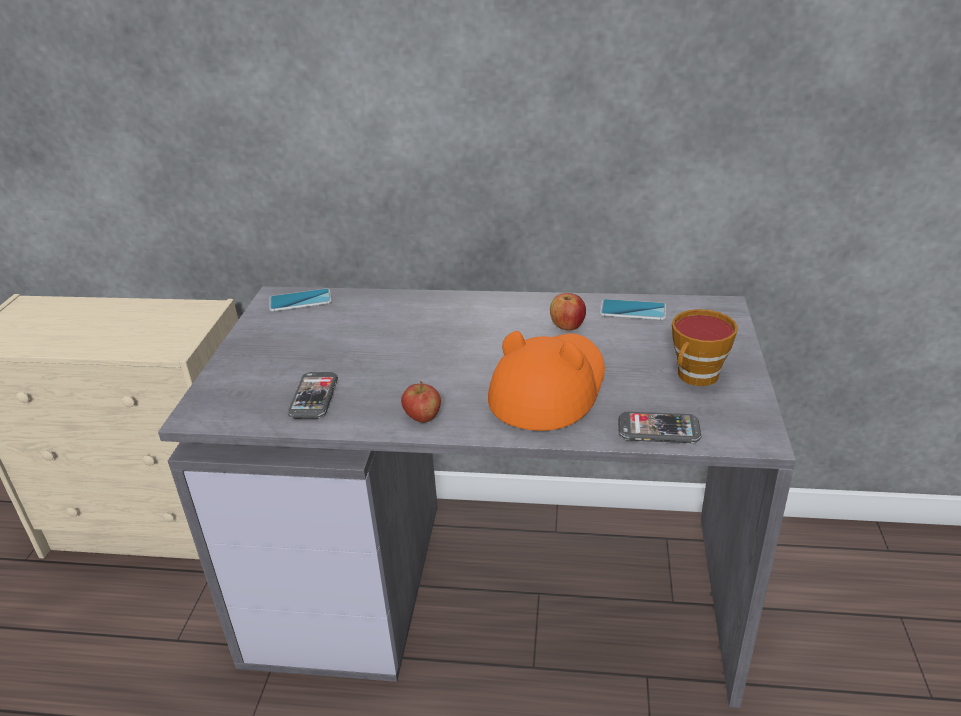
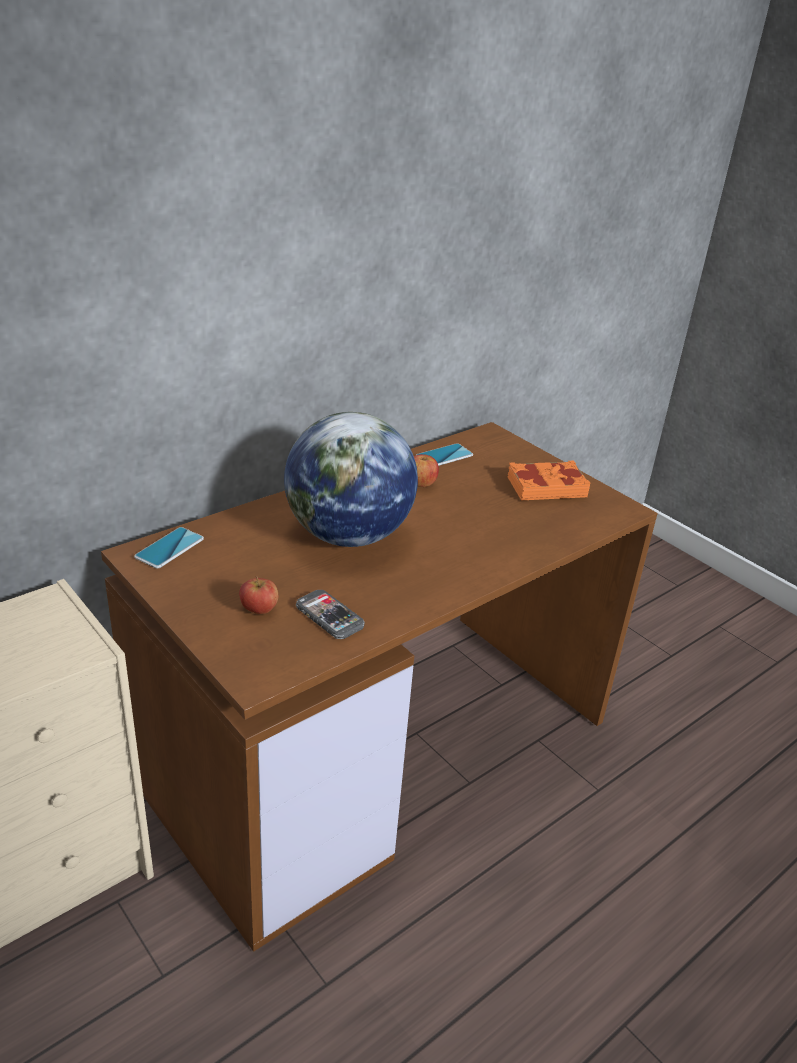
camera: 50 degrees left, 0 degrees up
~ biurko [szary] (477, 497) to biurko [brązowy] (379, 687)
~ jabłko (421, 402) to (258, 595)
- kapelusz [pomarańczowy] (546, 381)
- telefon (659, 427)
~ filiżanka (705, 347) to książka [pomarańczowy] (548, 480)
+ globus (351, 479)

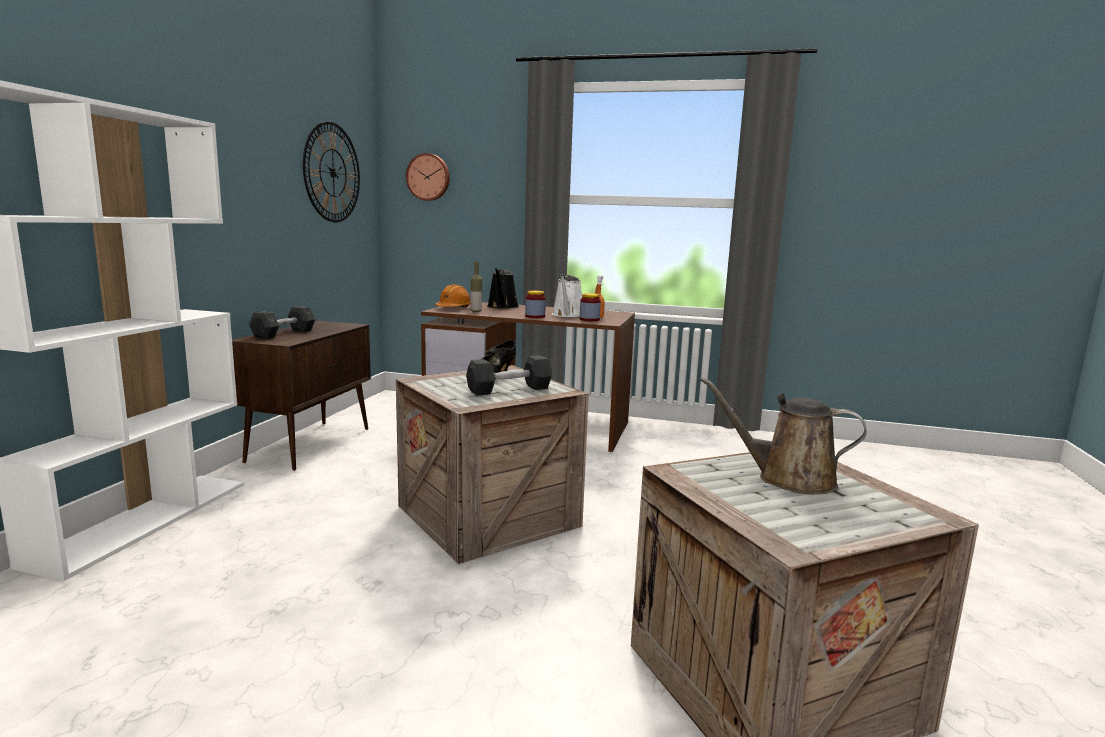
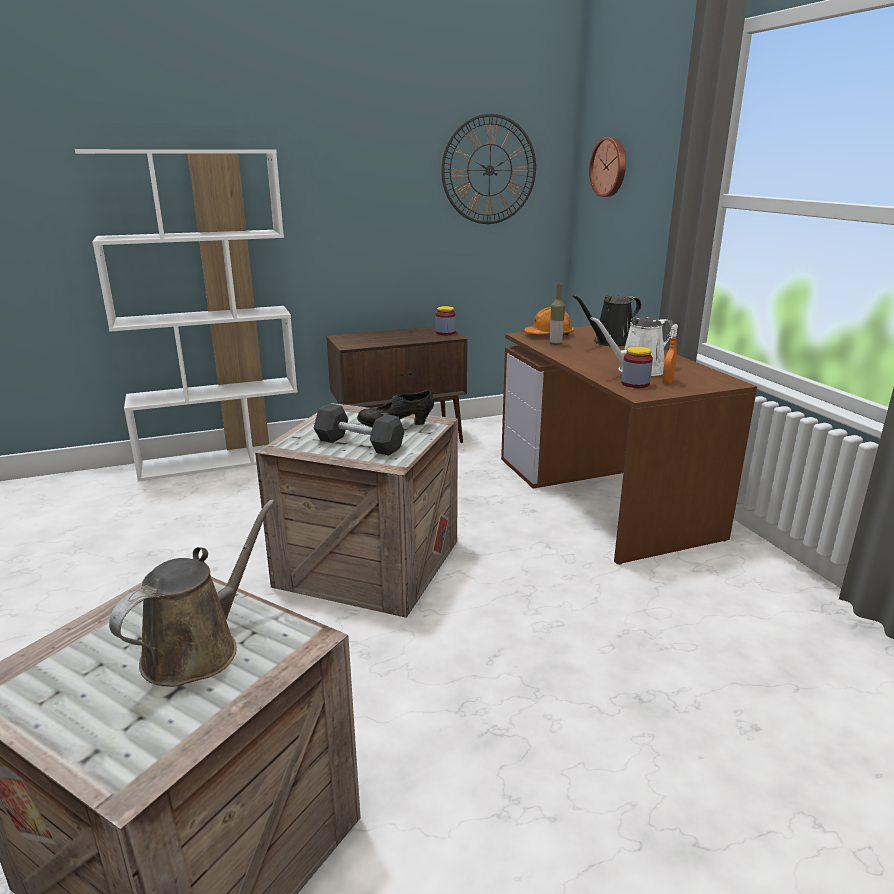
camera: 55 degrees right, 10 degrees up
- hantel [szary] (282, 322)
~ słoik (535, 304) to (445, 320)
~ konewka [brązowy] (783, 436) = (192, 593) 45 degrees clockwise

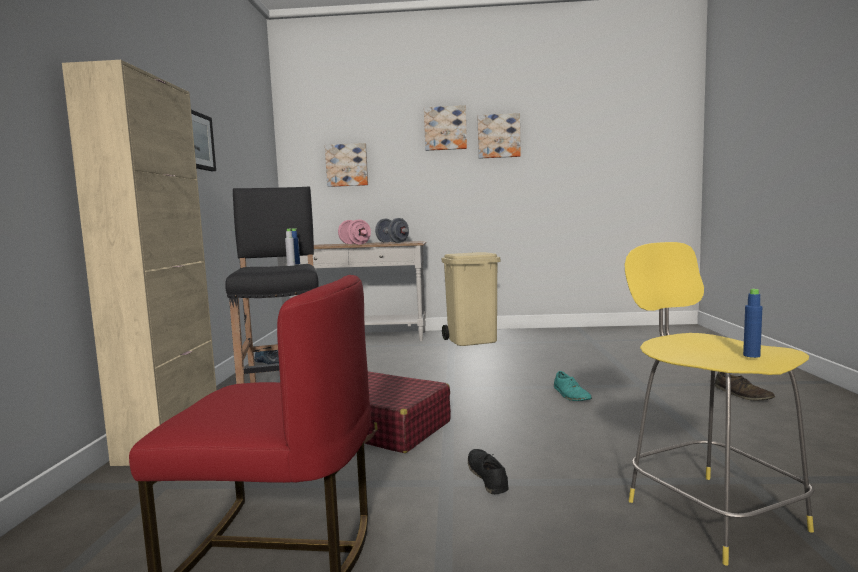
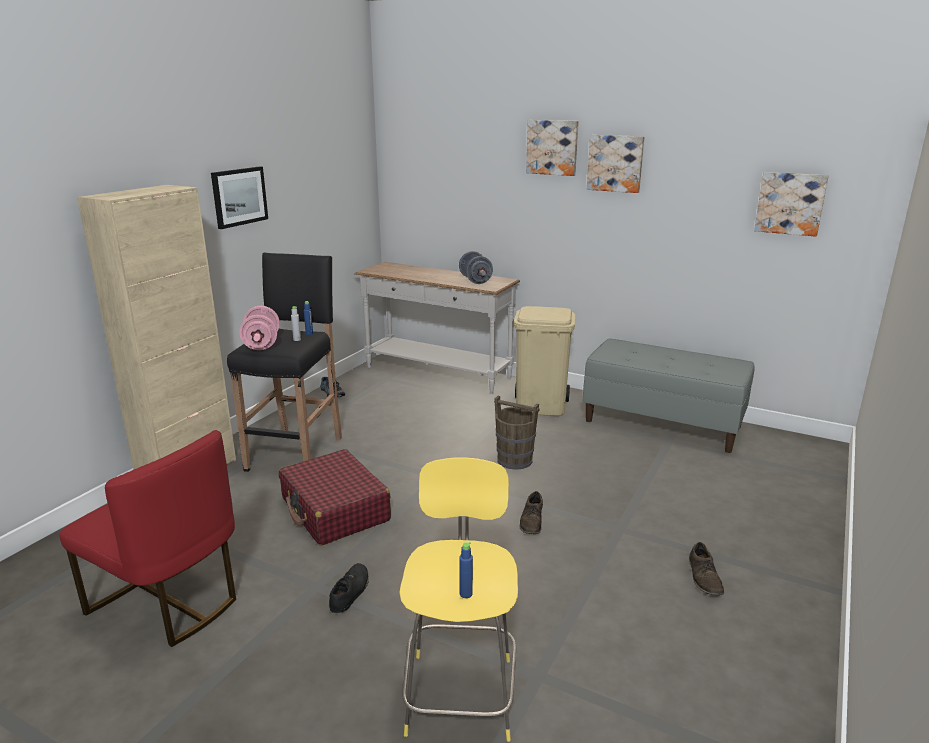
camera: 25 degrees right, 15 degrees up
~ obraz (346, 165) to (791, 204)
~ hantel [różowy] (354, 231) to (259, 328)
~ but [turkusowy] (573, 386) to but [brązowy] (531, 512)
+ wiadro [brązowy] (516, 433)
+ ławka [szary] (668, 395)

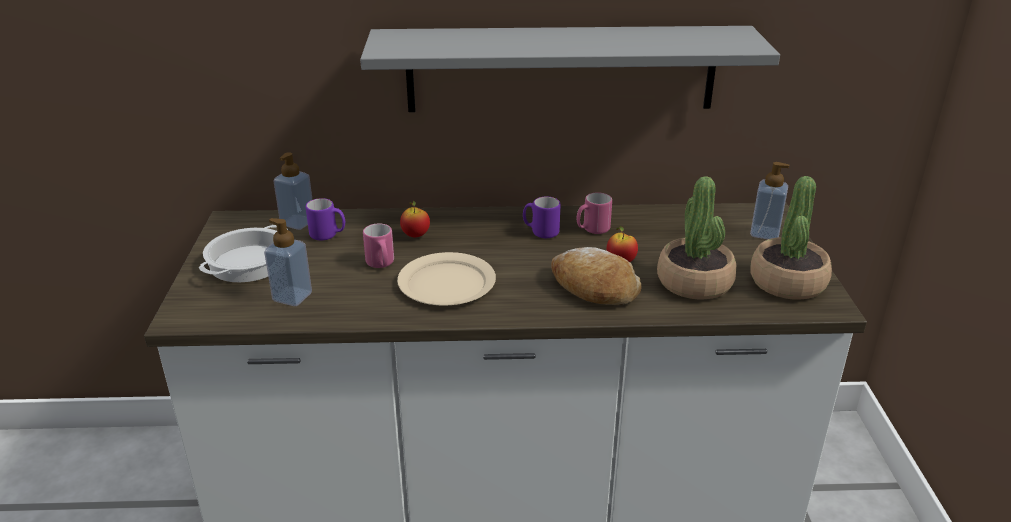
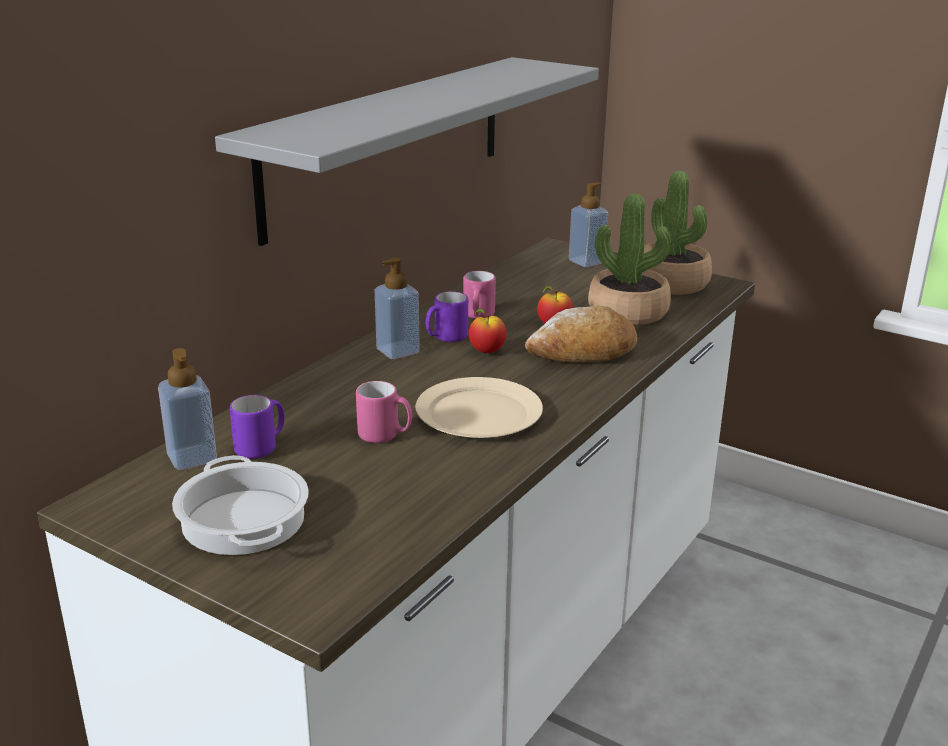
camera: 55 degrees left, 5 degrees down
~ dozownik mydła (288, 262) to (397, 308)
~ jabłko (415, 219) to (488, 331)

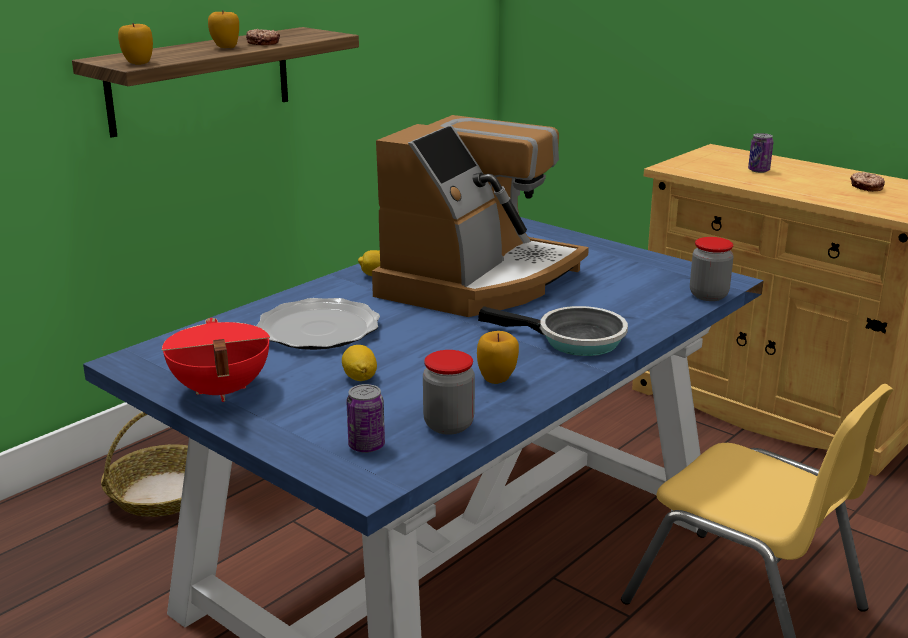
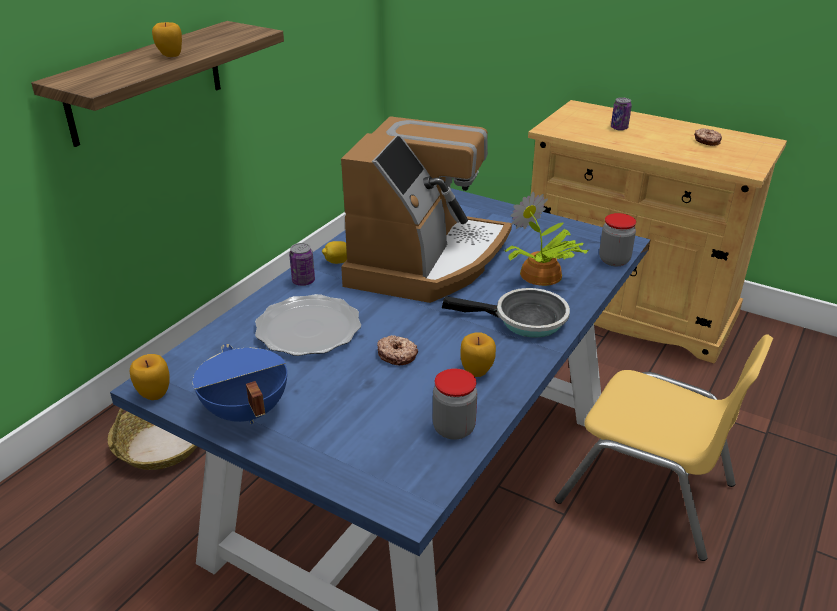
camera: 10 degrees left, 10 degrees up
~ jabłko (135, 44) to (150, 377)
~ garnek [czerwony] (216, 360) to garnek [niebieski] (240, 384)
~ donut (263, 37) to (397, 350)
- cytryna (359, 363)
~ puszka (365, 418) to (302, 264)
+ roślina doniczkowa (547, 239)

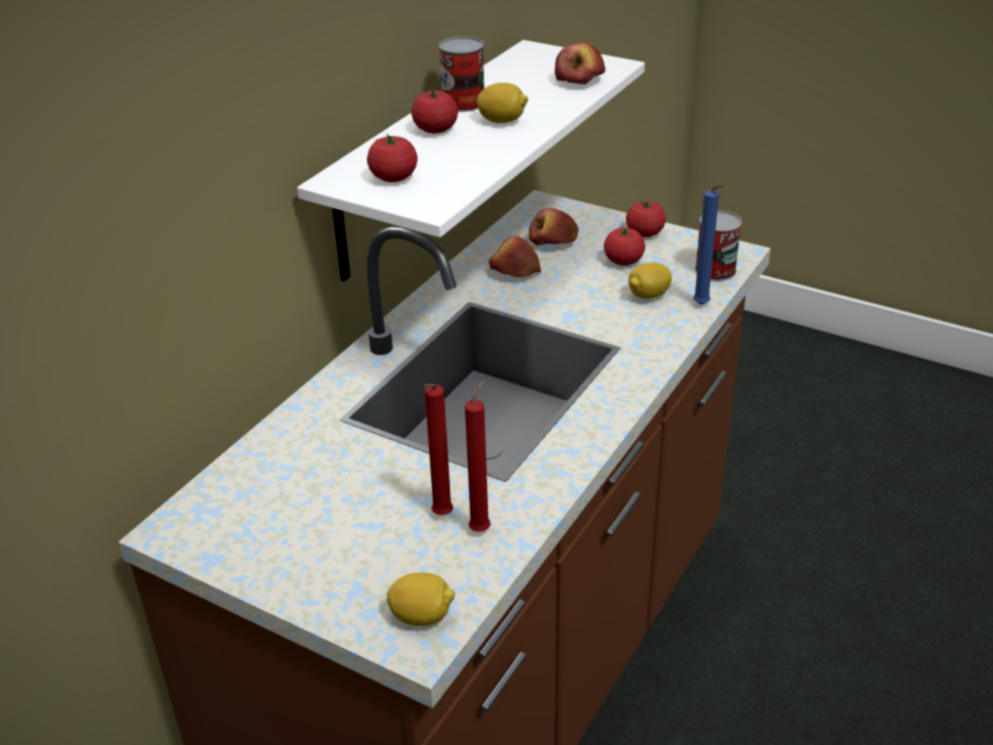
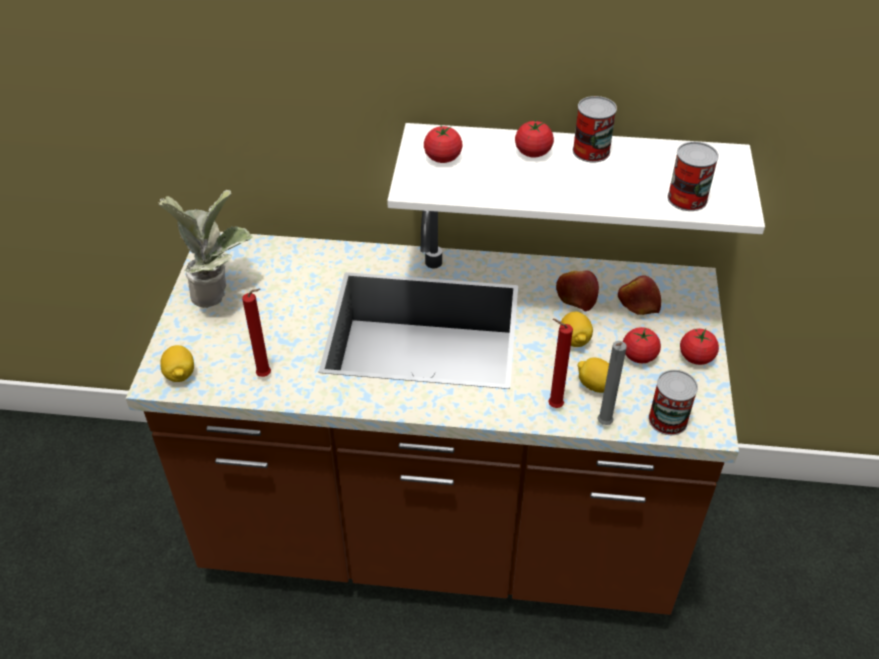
camera: 65 degrees right, 10 degrees up
~ świeca [czerwony] (438, 449) to (560, 363)
~ cytryna (502, 103) to (576, 329)
~ jabłko (580, 64) to puszka (693, 176)
~ świeca [niebieski] (709, 245) to świeca [szary] (612, 383)
+ roślina doniczkowa (206, 249)

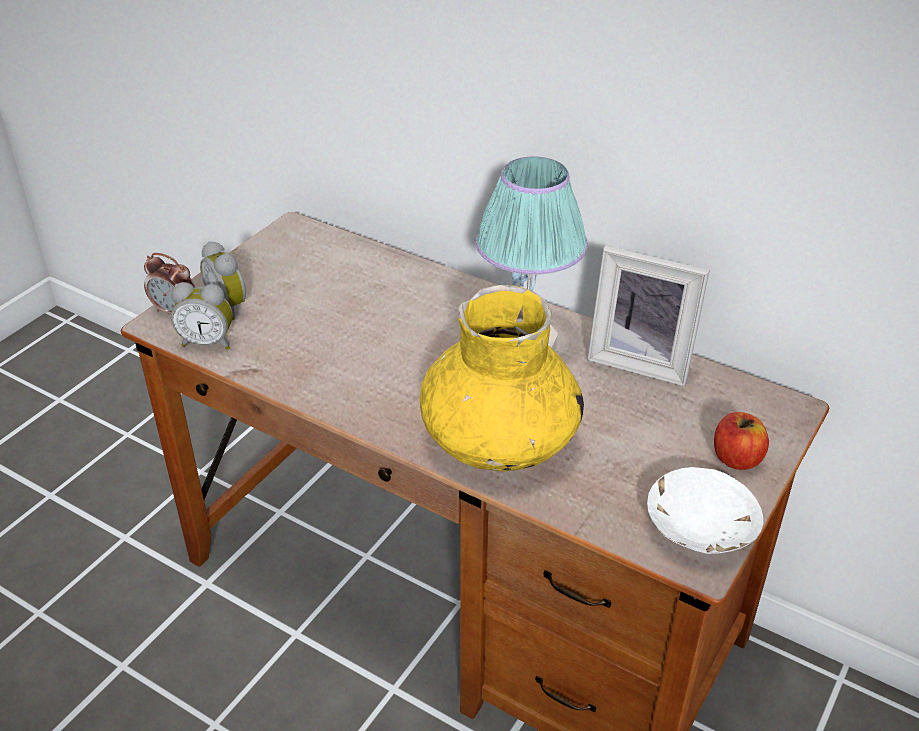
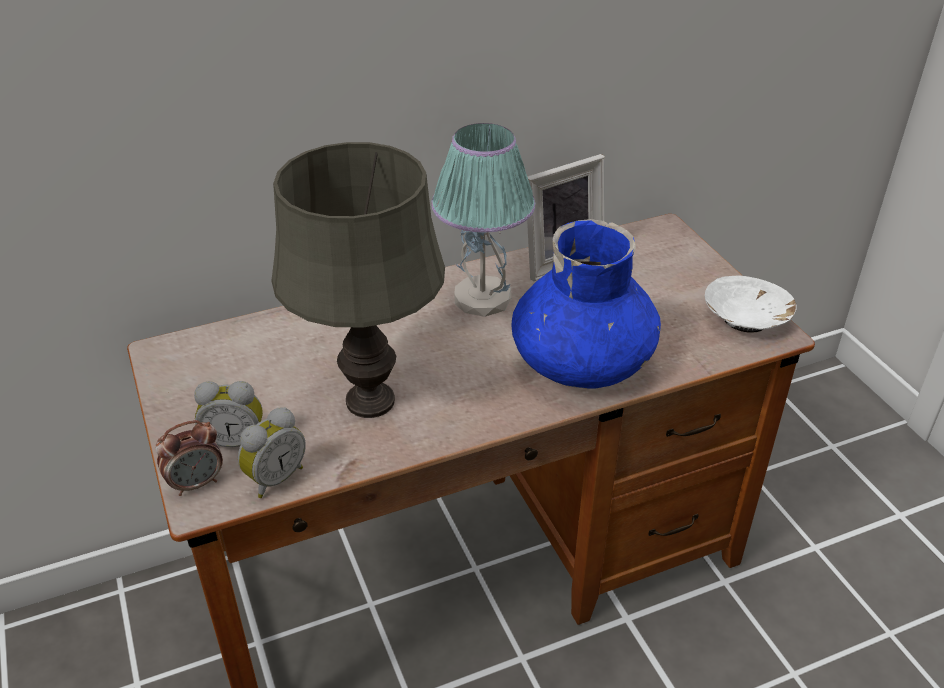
camera: 55 degrees left, 0 degrees up
~ wazon [żółty] (502, 378) to wazon [niebieski] (586, 304)
- jabłko (741, 441)
+ lampa stołowa [szary] (358, 280)

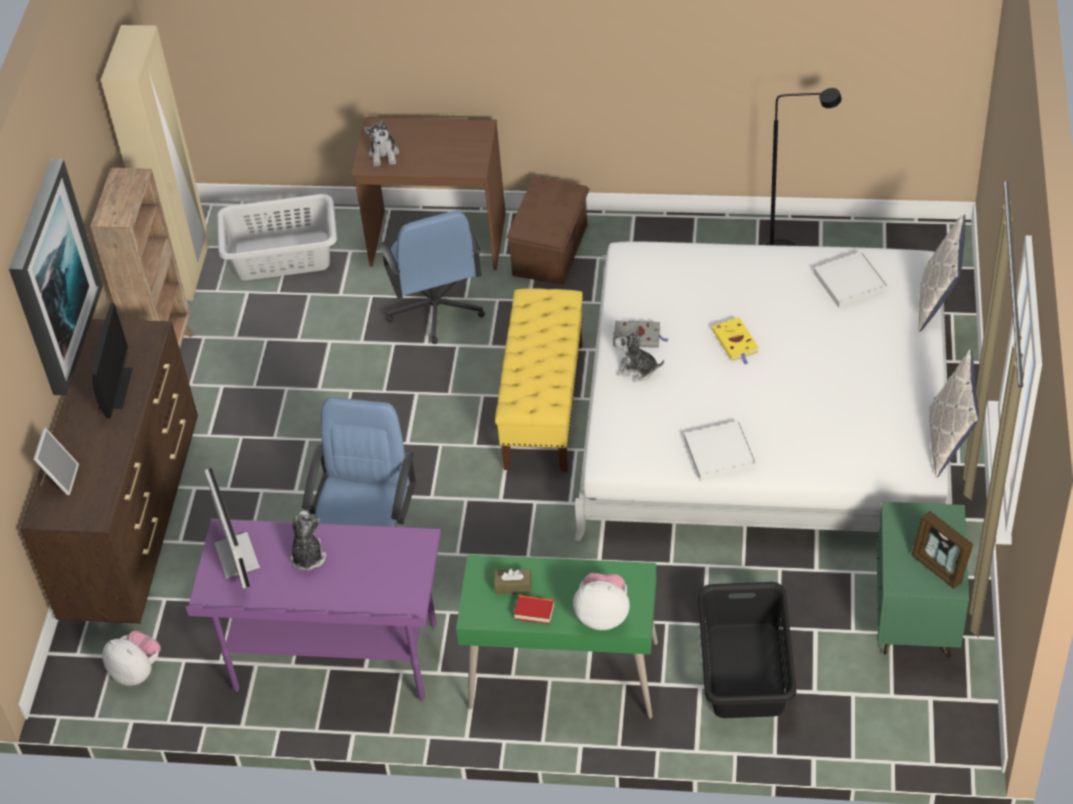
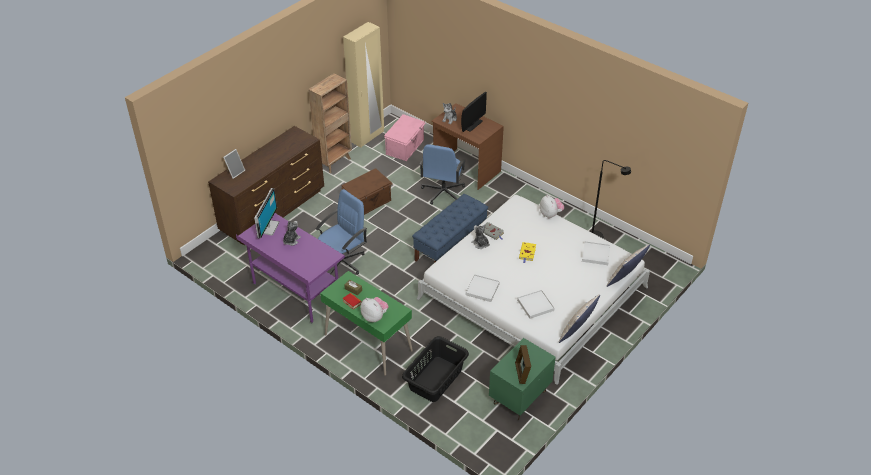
camera: 30 degrees right, 5 degrees down
- obraz (56, 277)
~ monitor (112, 360) to (474, 112)
~ pluszak (131, 658) to (552, 206)
~ kosz na pranie [szary] (277, 237) to pojemnik do przechowywania [różowy] (405, 137)
~ ławka [żółty] (539, 380) to ławka [niebieski] (450, 228)
~ pojemnik do przechowywania [brązowy] (548, 230) to (367, 191)
+ taca [biały] (536, 304)

